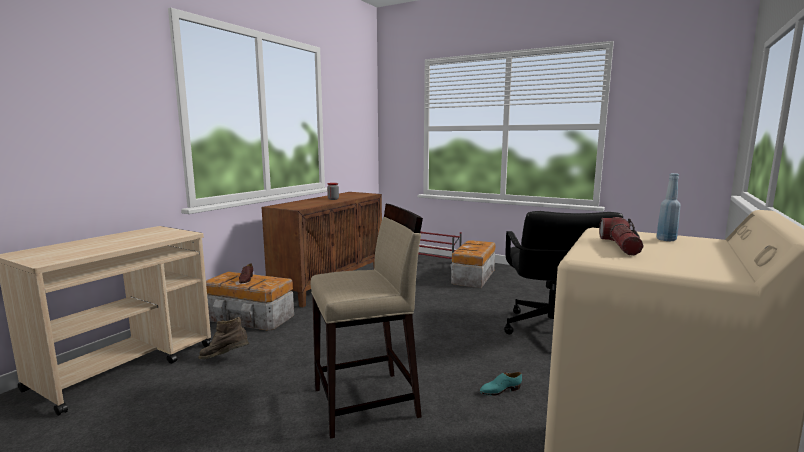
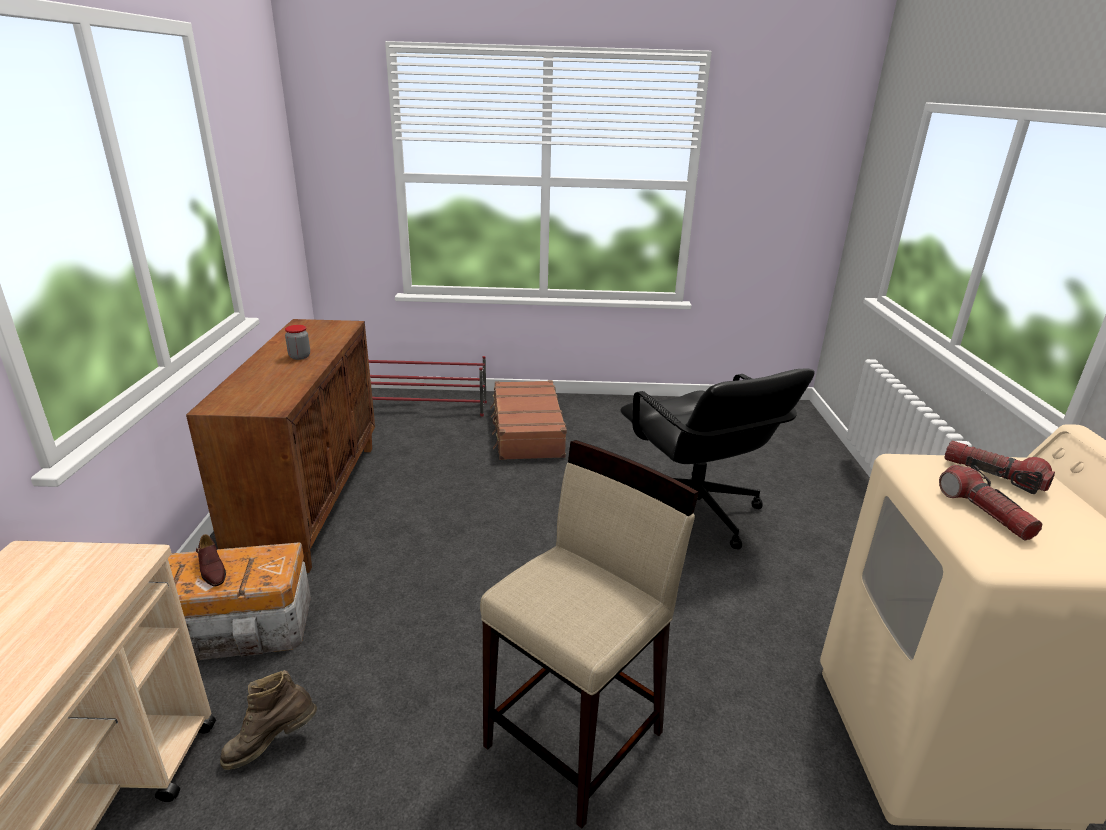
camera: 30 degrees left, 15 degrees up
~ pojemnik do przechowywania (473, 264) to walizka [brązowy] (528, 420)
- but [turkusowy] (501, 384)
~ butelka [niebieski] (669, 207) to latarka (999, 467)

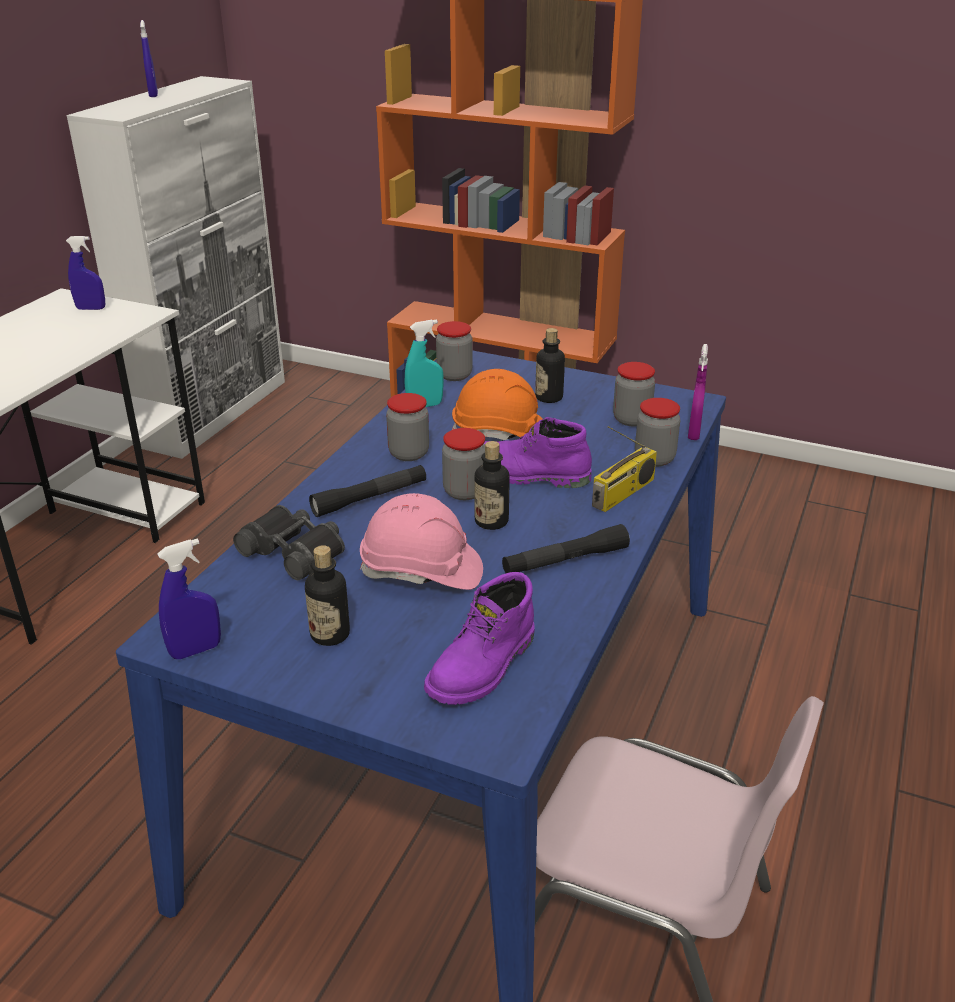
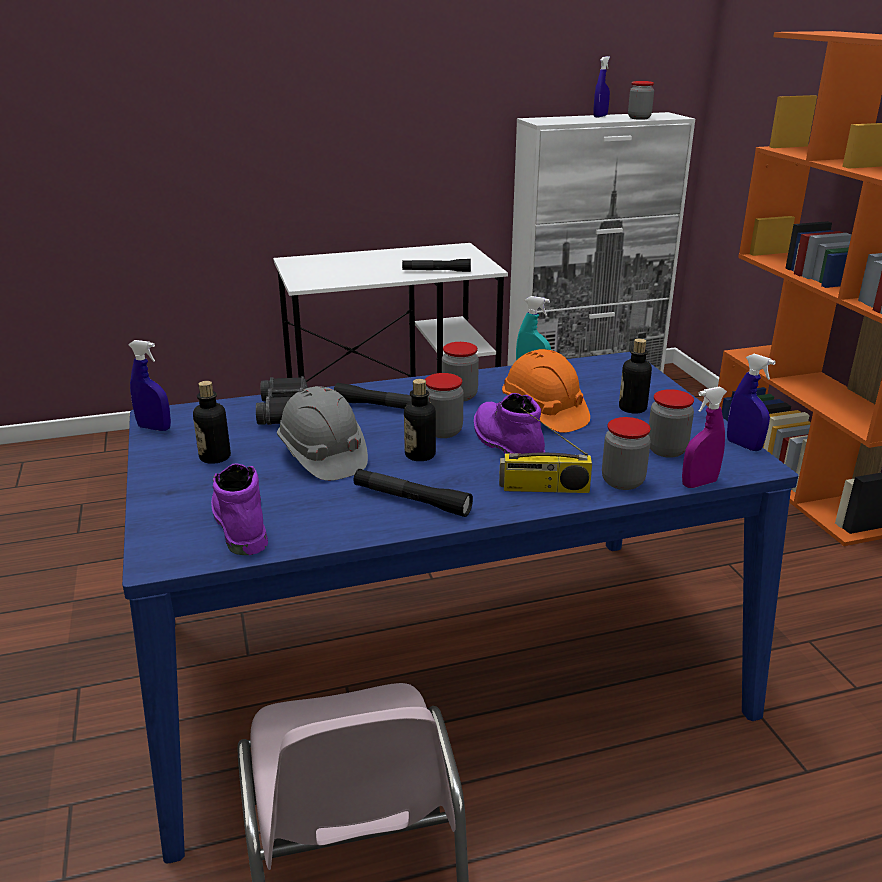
camera: 50 degrees right, 5 degrees down
~ spryskiwacz [niebieski] (86, 273) to (751, 402)
~ kask [różowy] (421, 541) to kask [szary] (322, 433)
~ but z cholewką [fioletowy] (479, 638) = (239, 509) 75 degrees clockwise
~ słoik (454, 351) to (641, 100)
+ latarka [czarny] (436, 265)

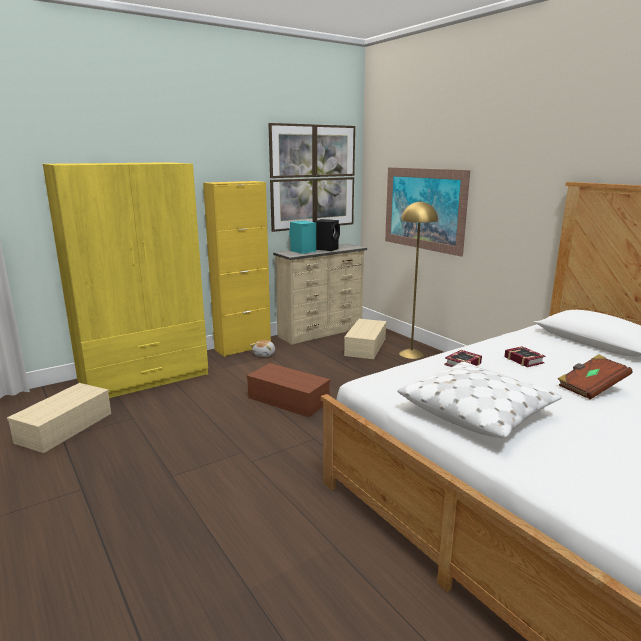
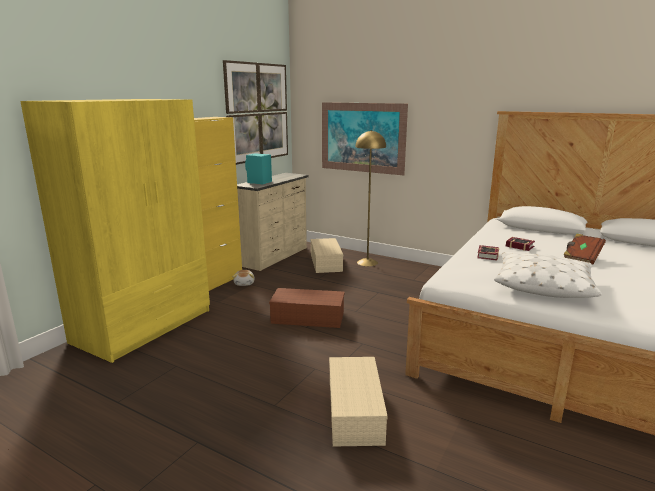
camera: 25 degrees left, 0 degrees up
~ pojemnik do przechowywania [beżowy] (59, 418) to (358, 401)
- głośnik [czarny] (327, 235)

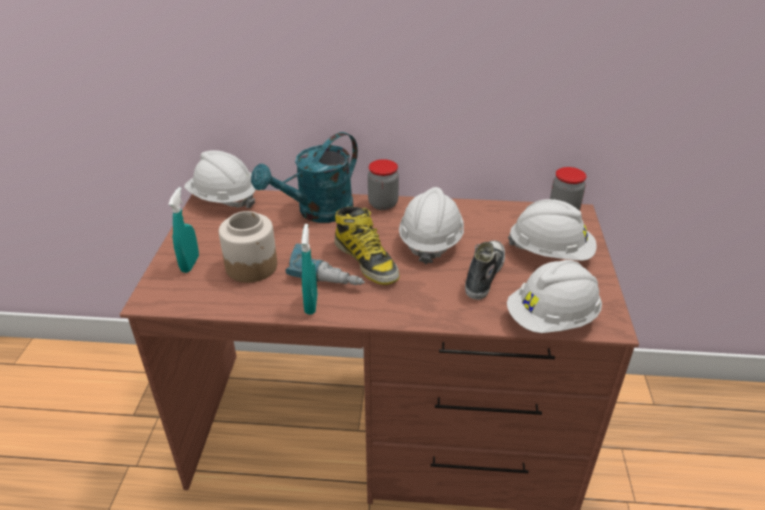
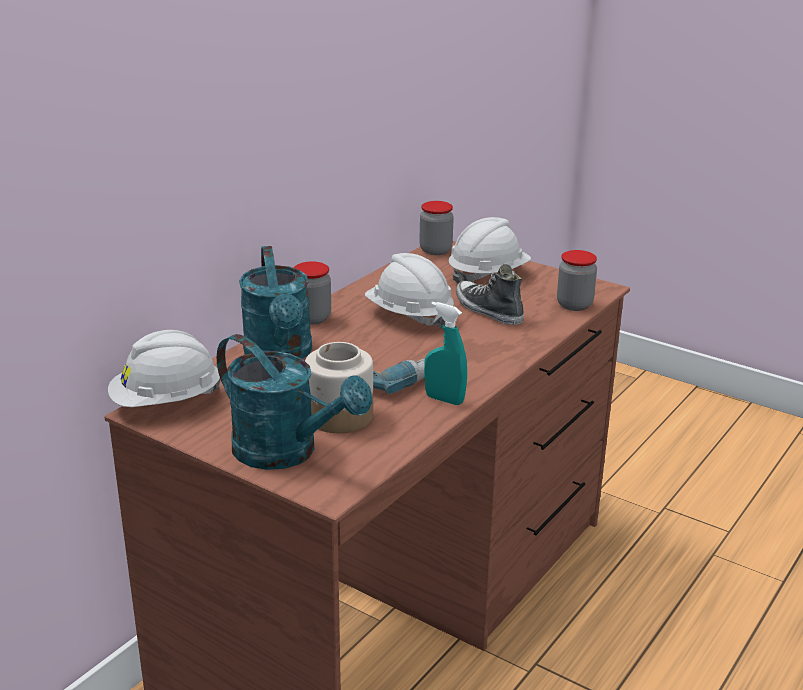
camera: 60 degrees left, 10 degrees down
~ spryskiwacz [turkusowy] (183, 230) to konewka [turkusowy] (294, 402)
- but z cholewką (367, 246)
~ kask [biały] (554, 296) to słoik (577, 280)

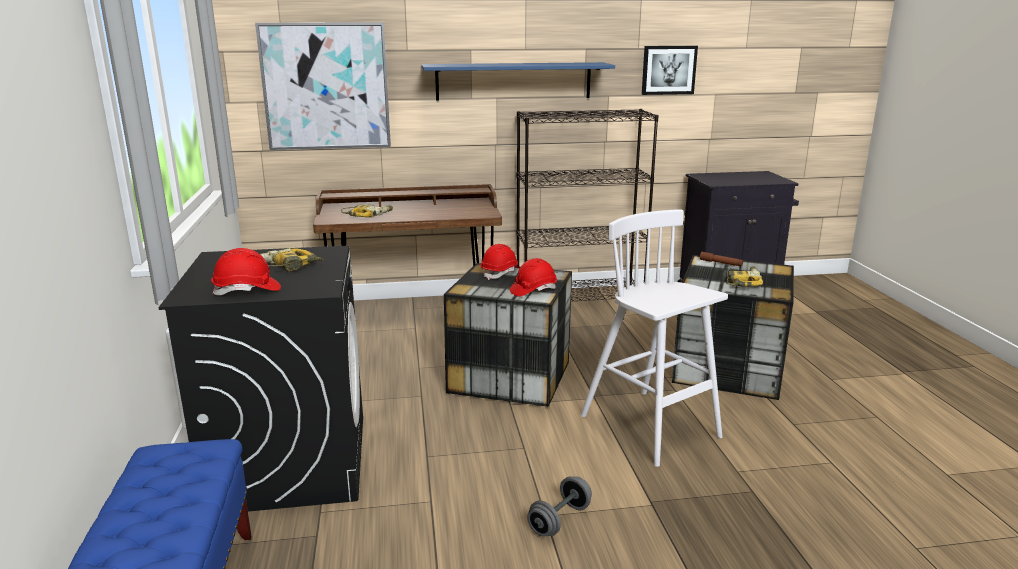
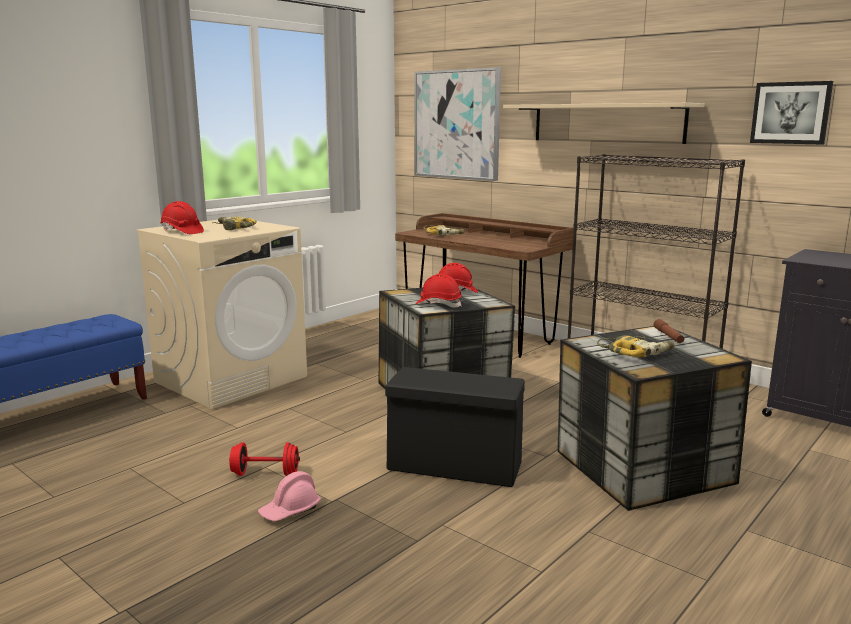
camera: 50 degrees right, 5 degrees down
~ pralka [czarny] (260, 379) to pralka [beżowy] (221, 314)
~ półka [niebieski] (518, 81) to półka [beżowy] (604, 123)
~ hantel [szary] (559, 507) to hantel [czerwony] (264, 459)
~ stołek [biały] (654, 338) to pojemnik do przechowywania [czarny] (455, 427)
+ kask [różowy] (289, 496)

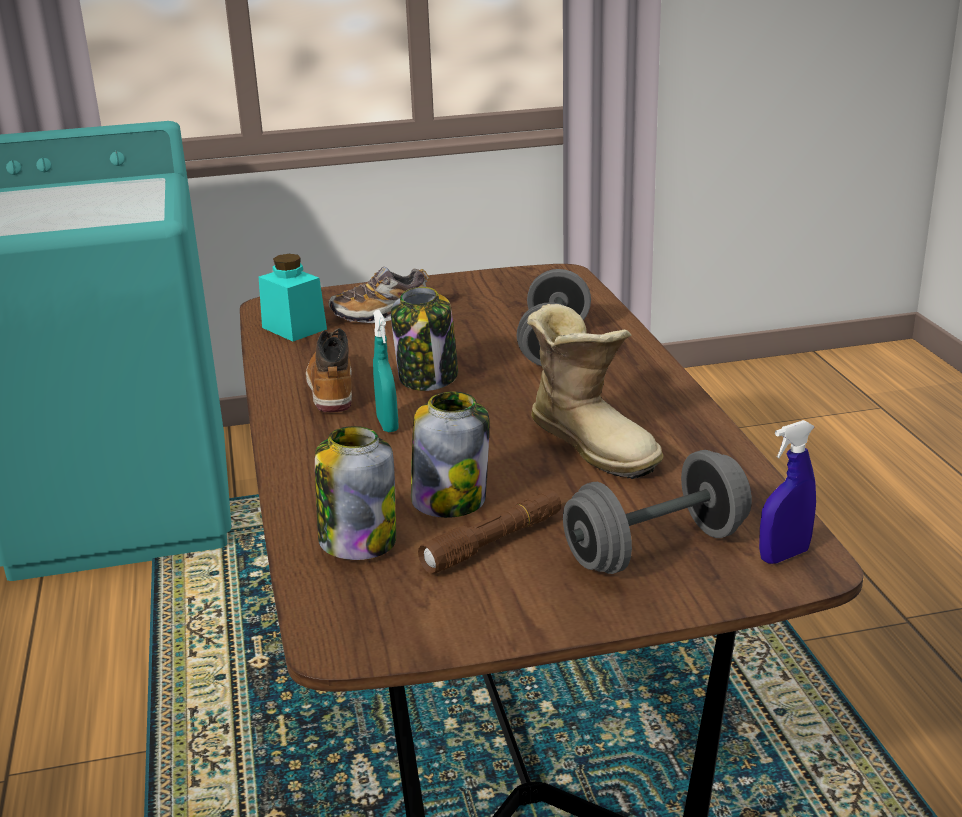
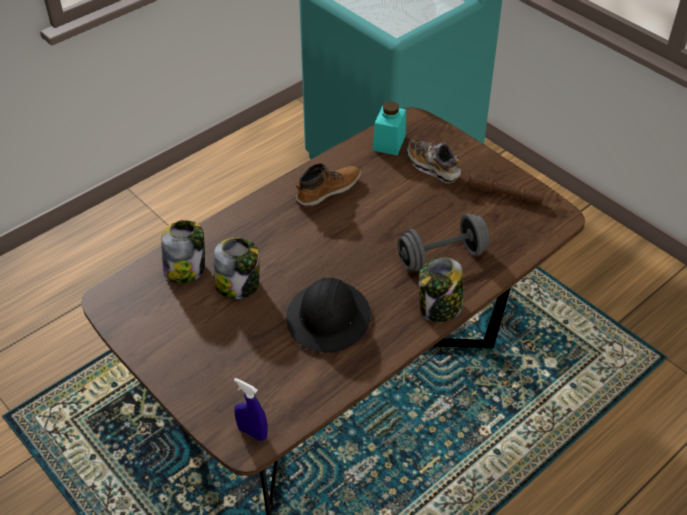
camera: 60 degrees right, 20 degrees up
- spryskiwacz [turkusowy] (385, 371)
~ słoik (424, 339) to (441, 290)
~ latarka [brązowy] (490, 531) to (506, 189)
~ but z cholewką (595, 391) to kask [czarny] (328, 315)
- hantel [szary] (657, 512)

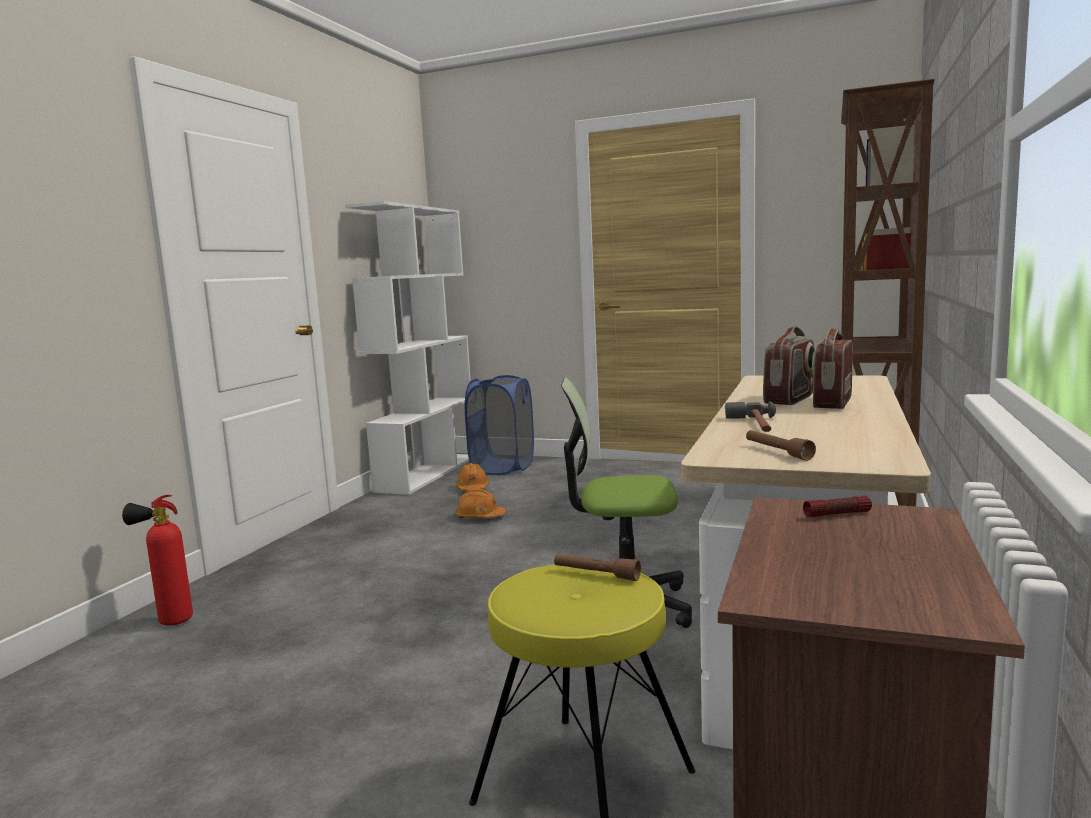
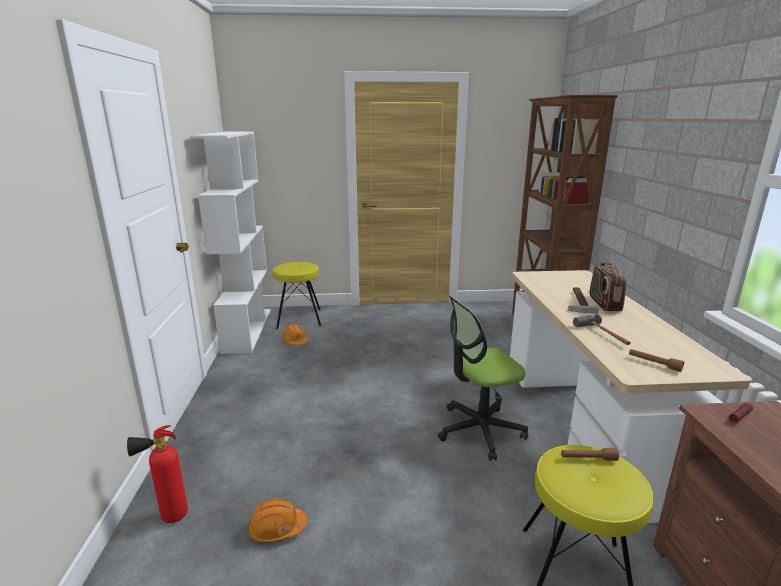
camera: 25 degrees left, 10 degrees up
~ kask [pomarańczowy] (480, 503) to (277, 521)
~ kosz na pranie [niebieski] (499, 425) to stołek [żółty] (297, 295)
~ radio (789, 365) to młotek (583, 300)

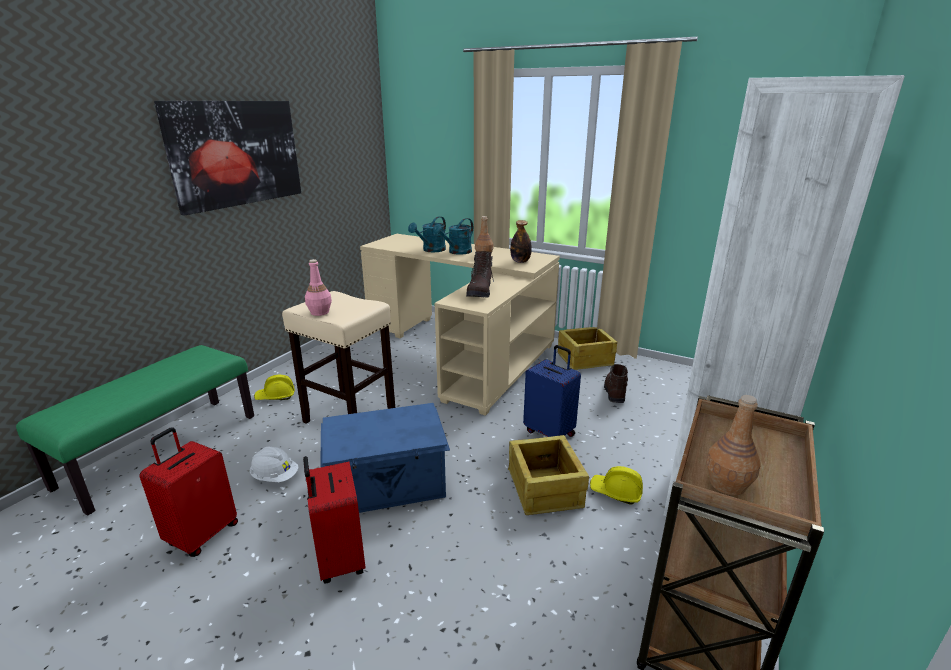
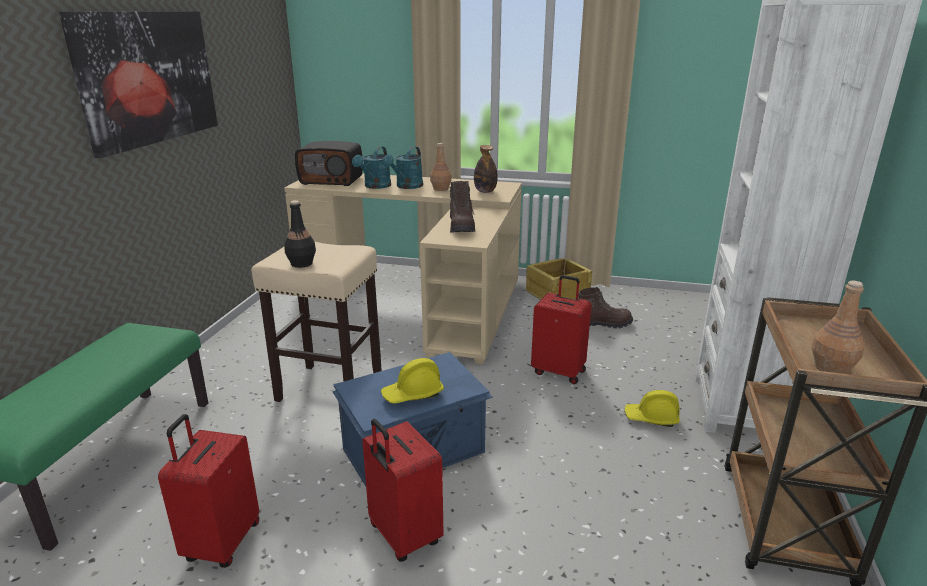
camera: 15 degrees left, 0 degrees up
- kask [biały] (274, 464)
~ kask [żółty] (274, 387) to (412, 381)
~ butelka [różowy] (318, 287) to butelka [czarny] (300, 234)
- skrzynka (548, 475)
~ walizka [niebieski] (552, 391) to walizka [czerwony] (561, 329)
~ but z cholewką [brązowy] (616, 383) = (605, 307) 90 degrees clockwise
+ radio (329, 163)

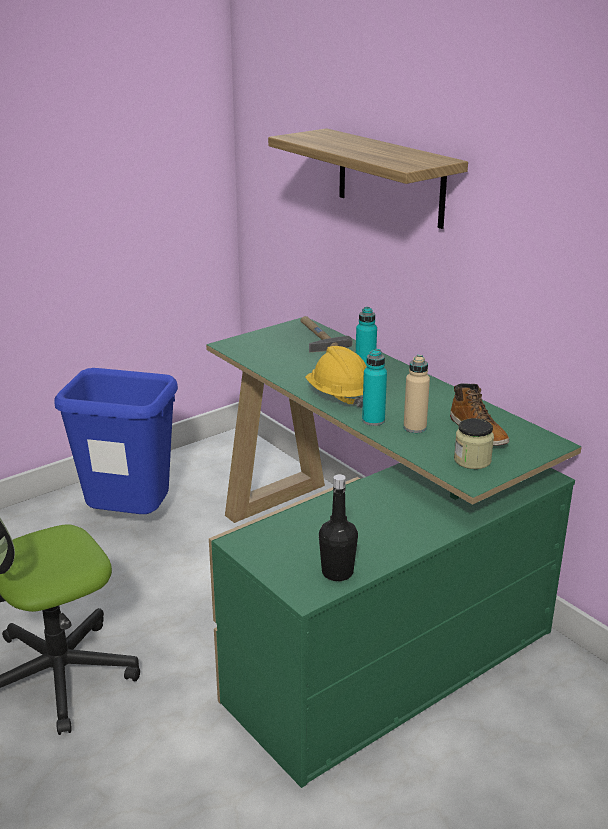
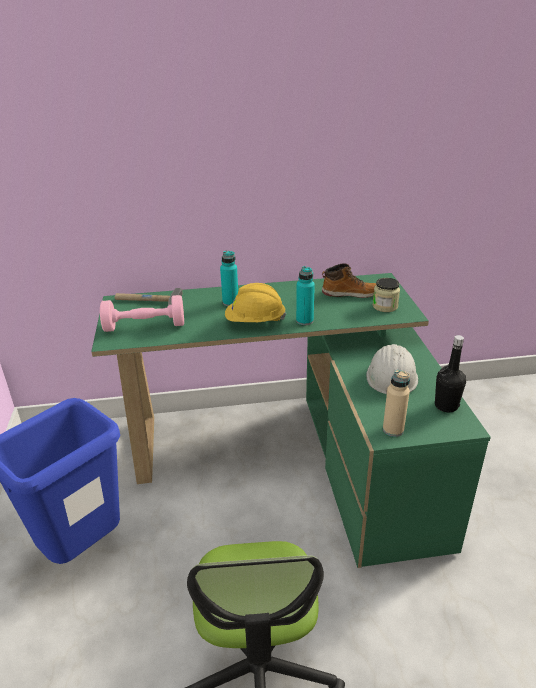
camera: 60 degrees left, 5 degrees up
- półka (368, 178)
~ butelka [beżowy] (416, 394) to (396, 403)
+ hantel [różowy] (142, 313)
+ kask [biały] (392, 369)

